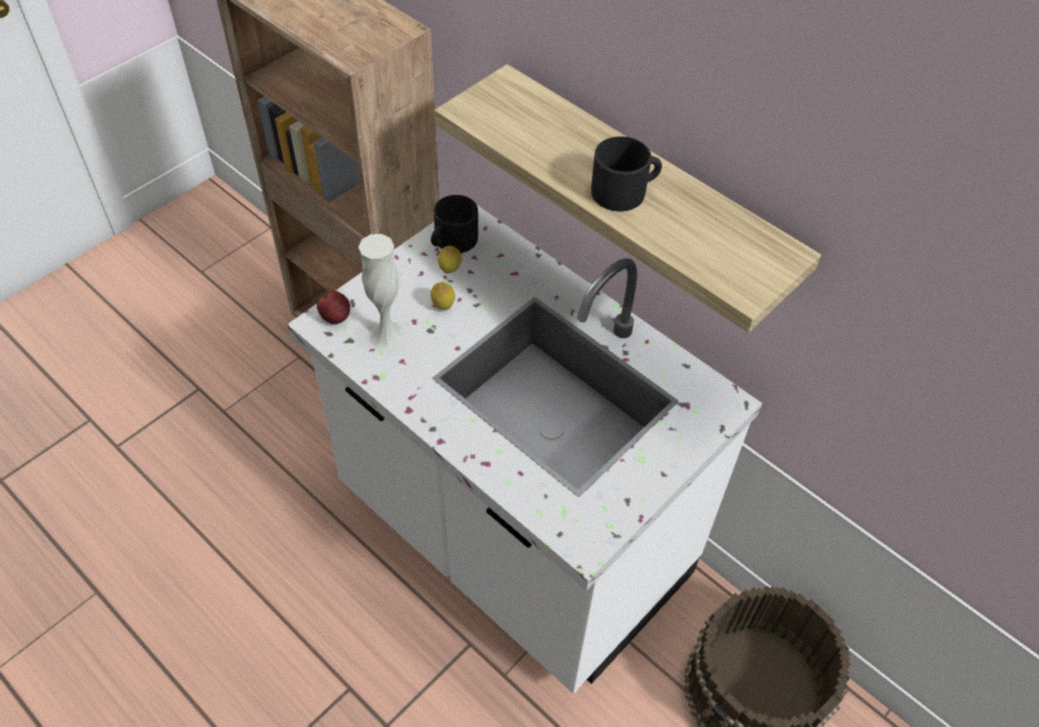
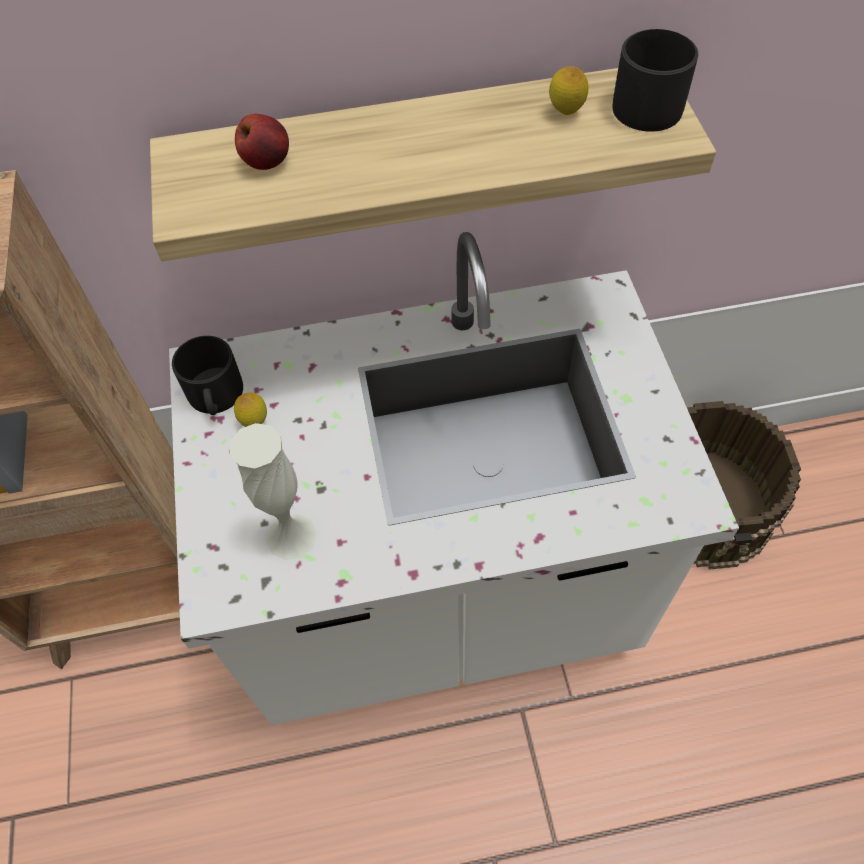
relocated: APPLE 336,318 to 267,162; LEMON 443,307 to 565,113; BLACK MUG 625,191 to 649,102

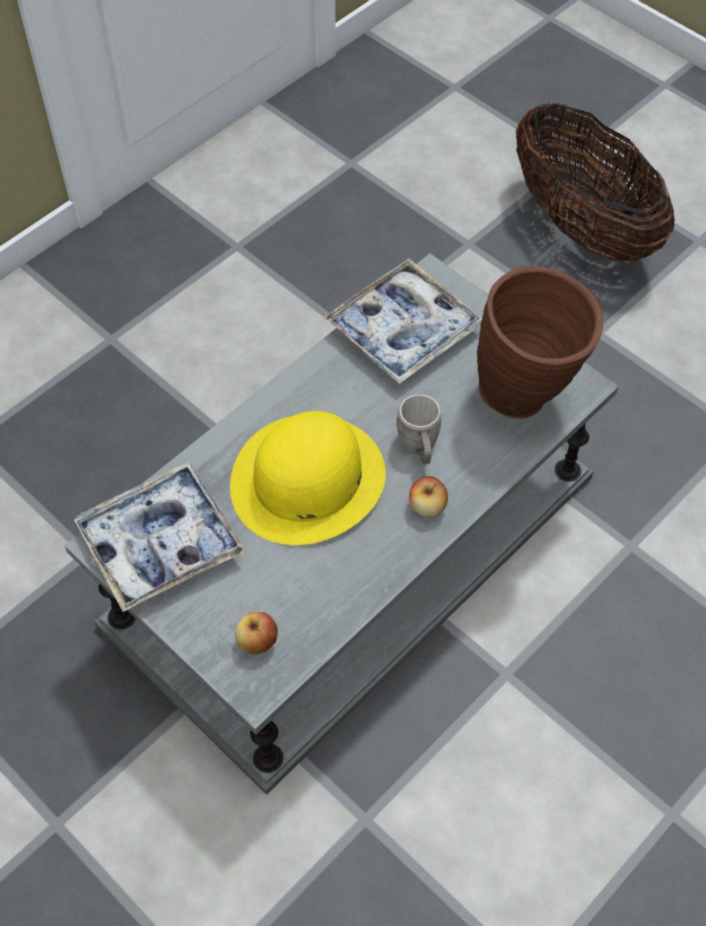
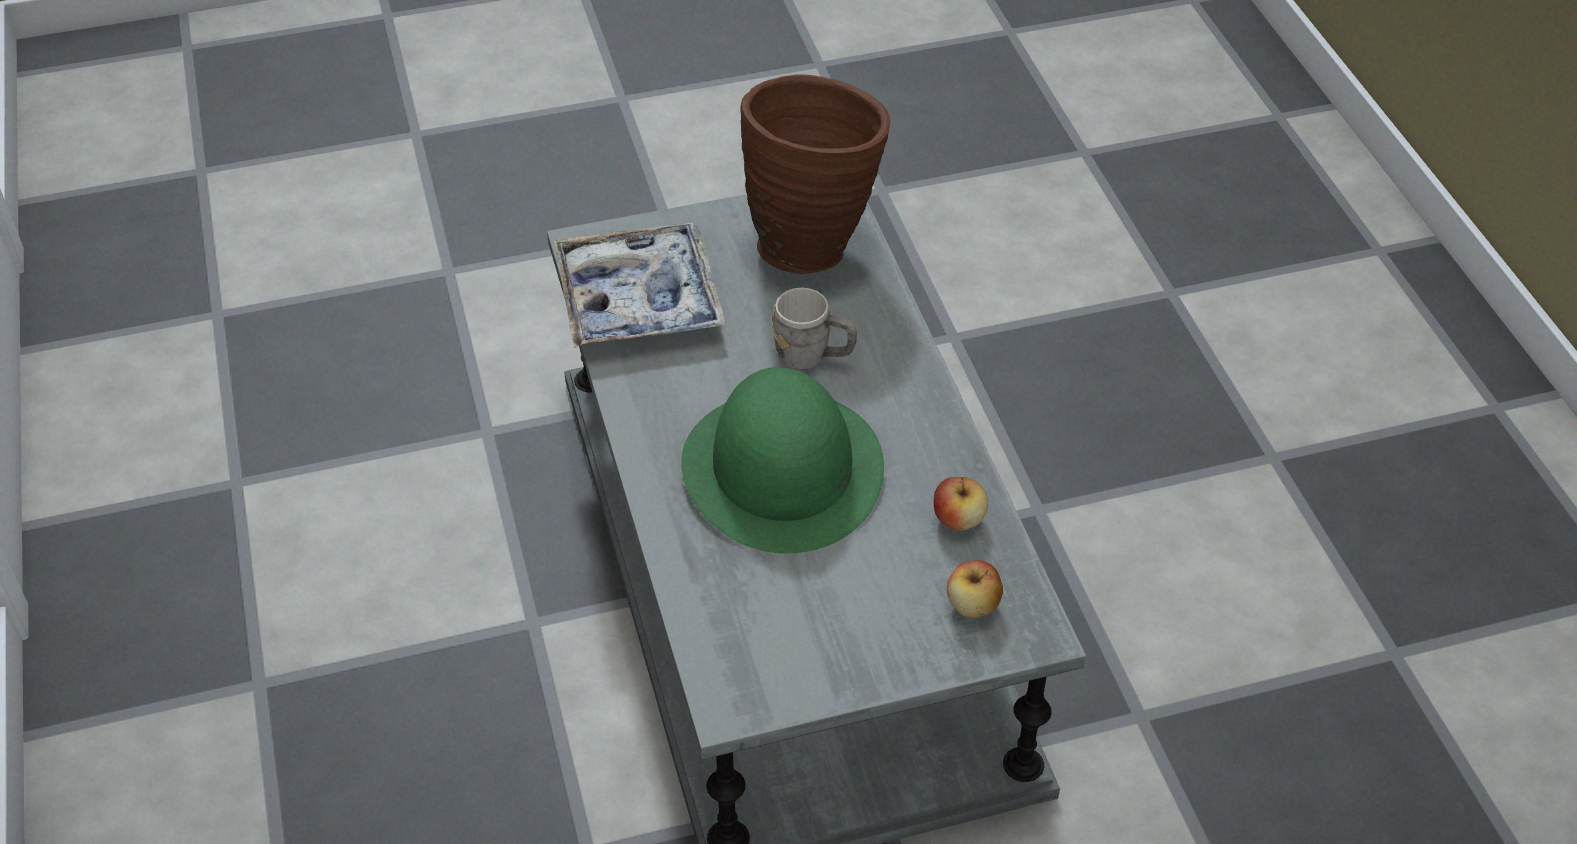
missing: TRAY 160,543; BASKET 582,226
relocated: APPLE 427,506 to 958,519
colour: YELLOW HAT 307,480 to GREEN HAT 783,469

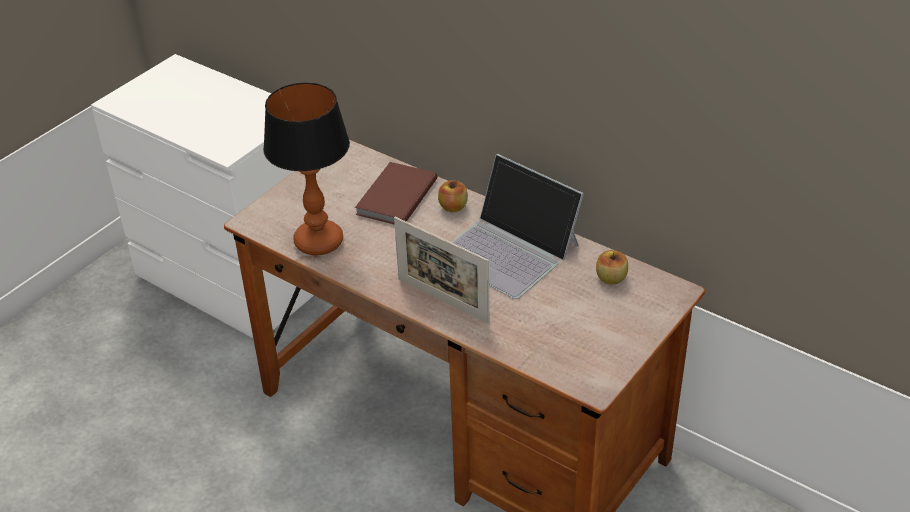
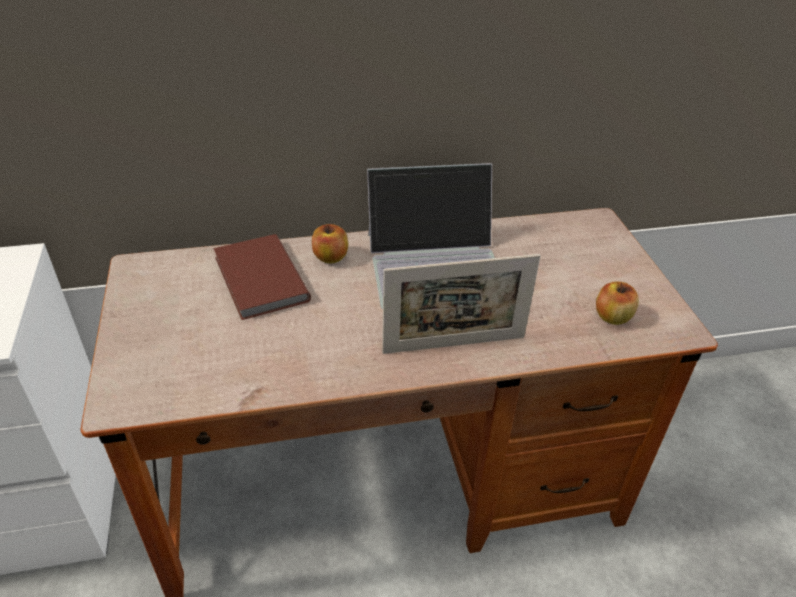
missing: TABLE LAMP 317,242
relocated: APPLE 611,278 to 612,317

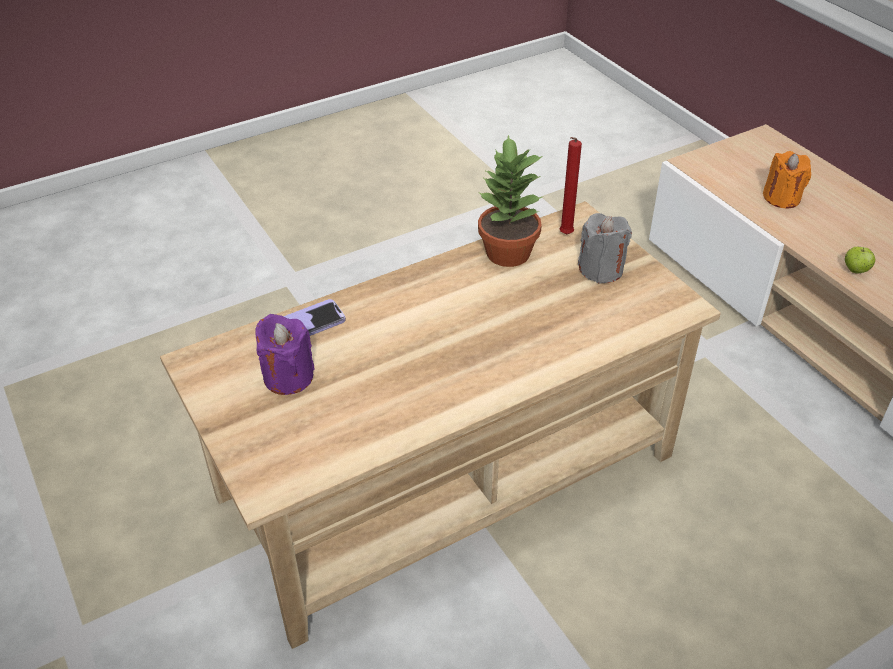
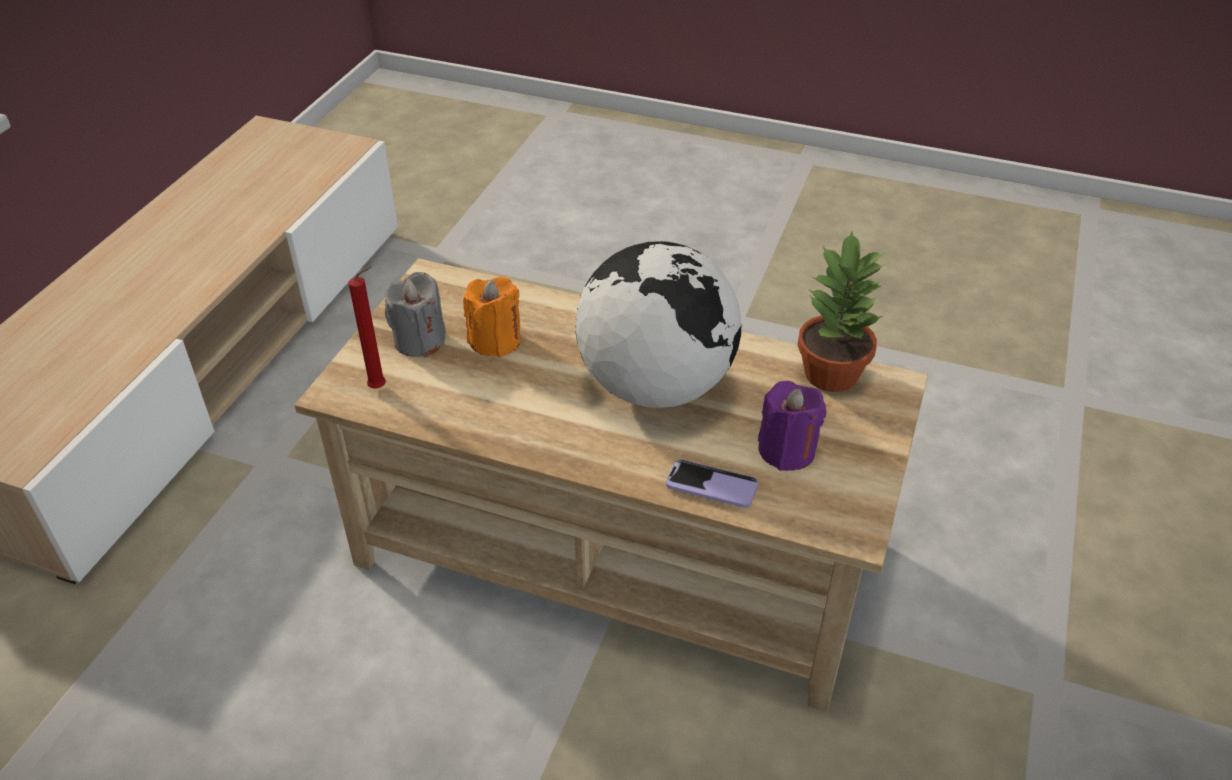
missing: APPLE 855,270
appeared: GLOBE 655,386
relocated: ORANGE CANDLE 781,198 to 495,341; POTTED PLANT 507,254 to 832,373

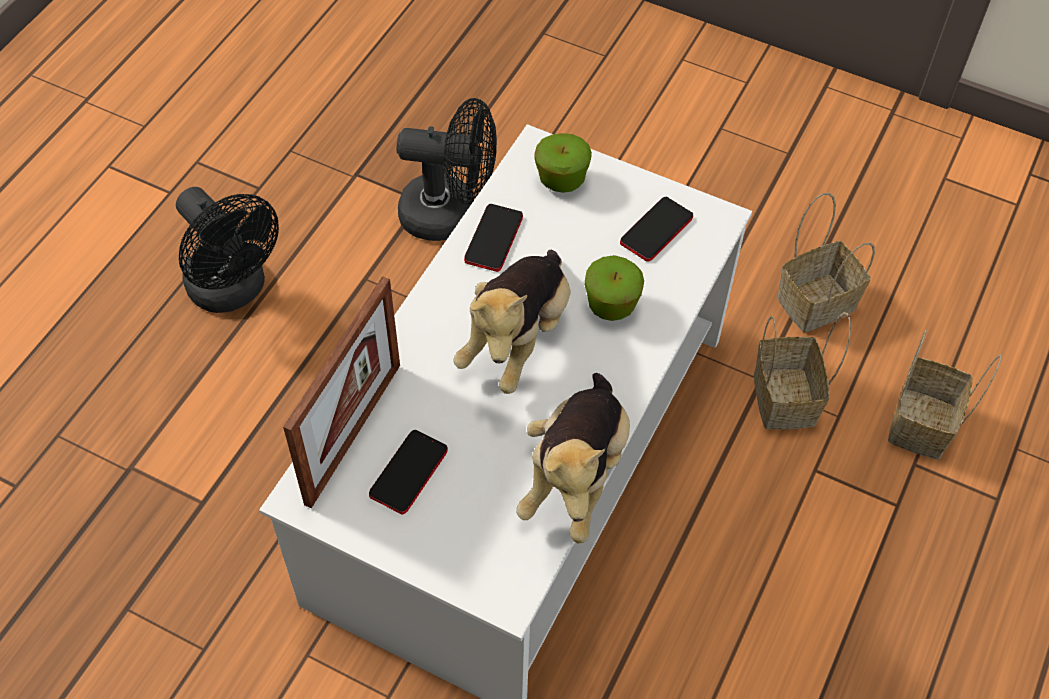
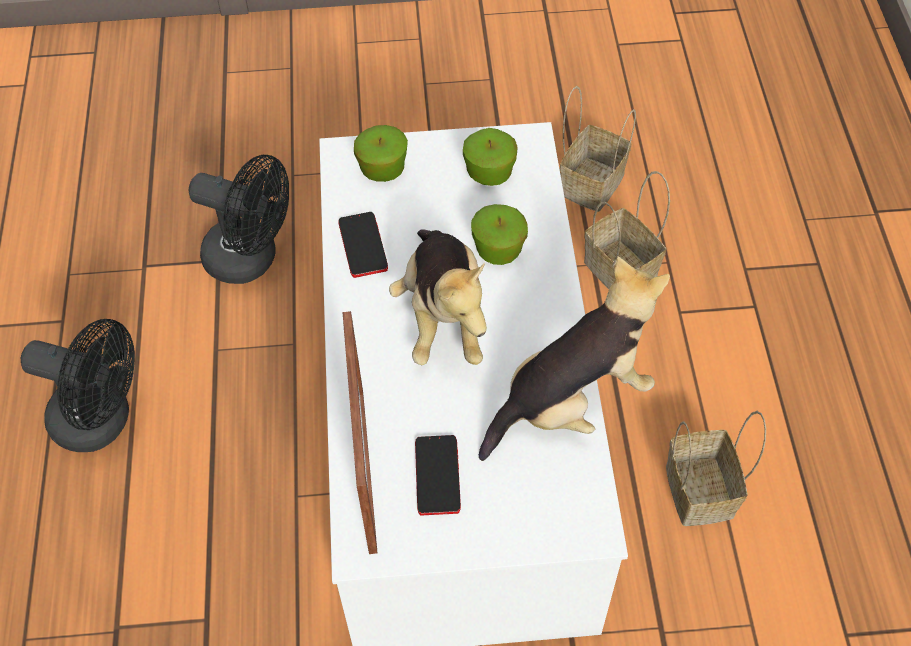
relocated: BASKET 922,426 to 701,493
exchanged: PHONE 656,230 to APPLE 489,173
spun: BLACK FAN 450,214 = 251,259 45 degrees clockwise; PLUSH TOY 576,475 = 572,401 105 degrees counterclockwise

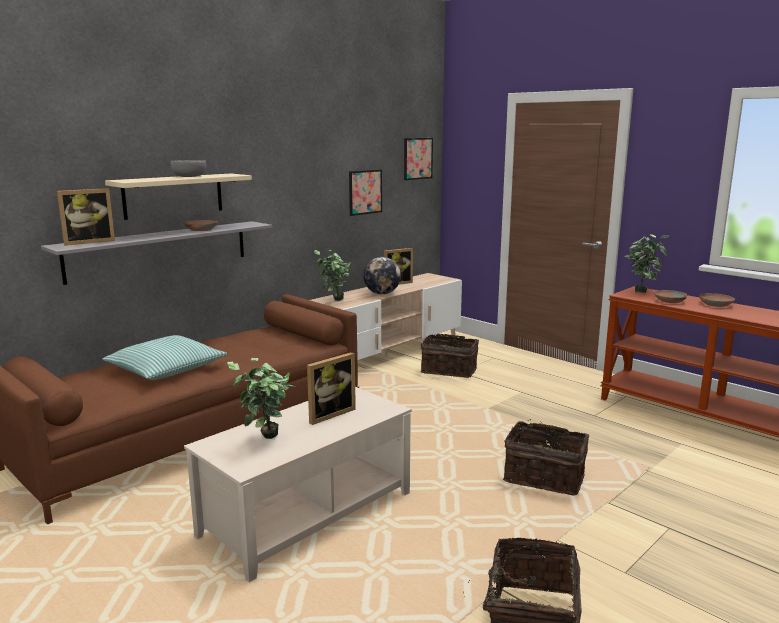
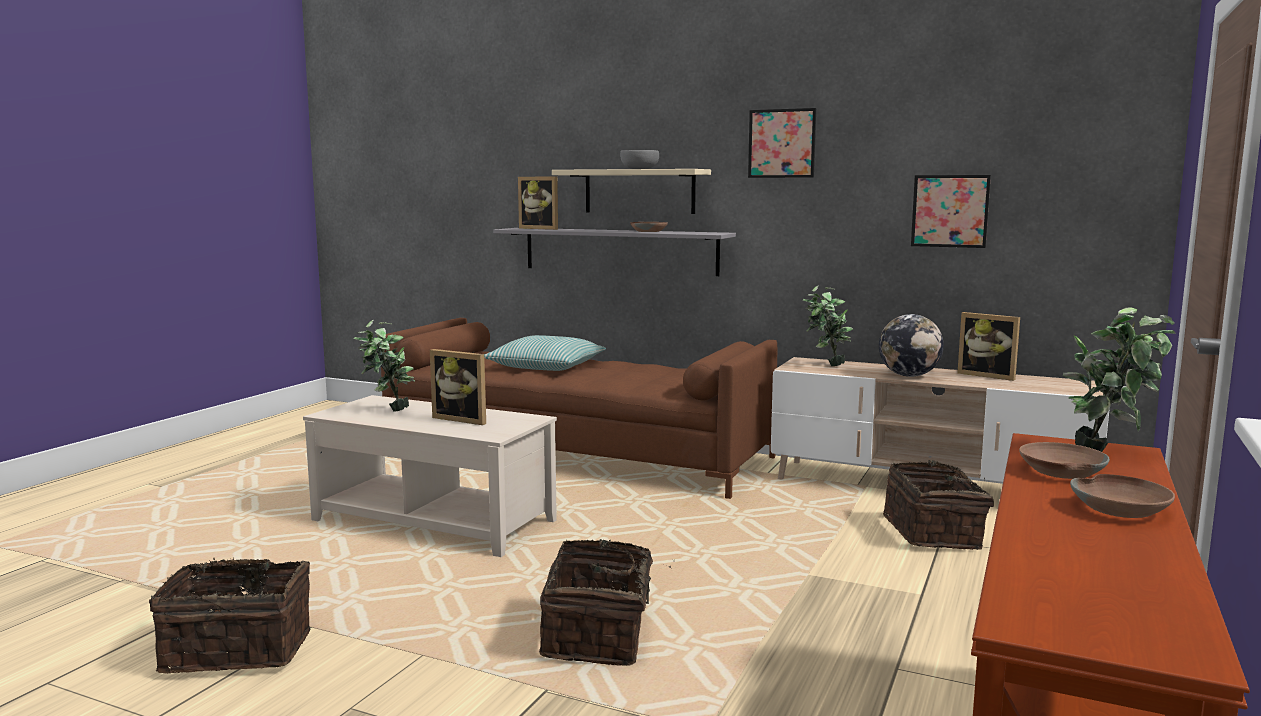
relocated: PICTURE 418,158 to 782,143

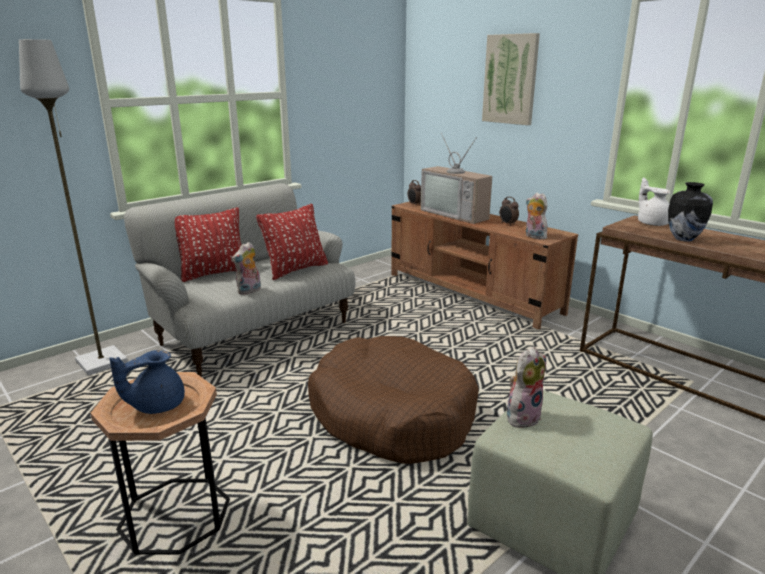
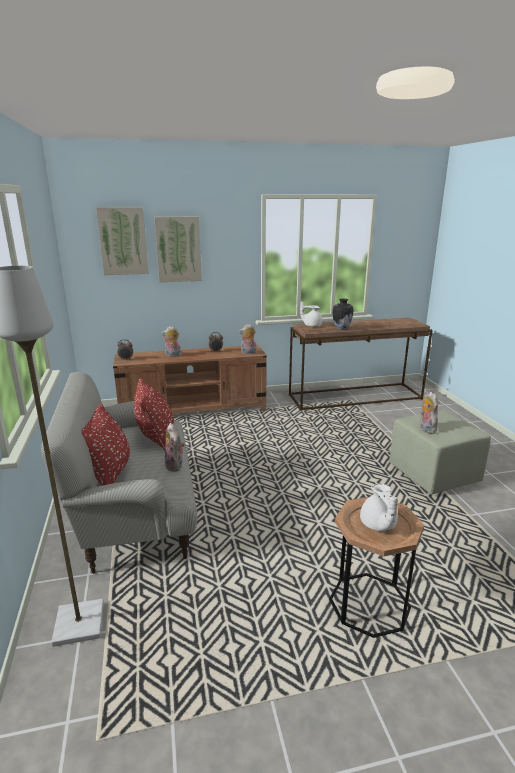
missing: BROWN DOG BED 392,415
appeared: PICTURE 123,241
exchanged: TELEVISION 457,214 to PLUSH TOY 172,356
colour: BLUE TEAPOT 156,405 to WHITE TEAPOT 378,525

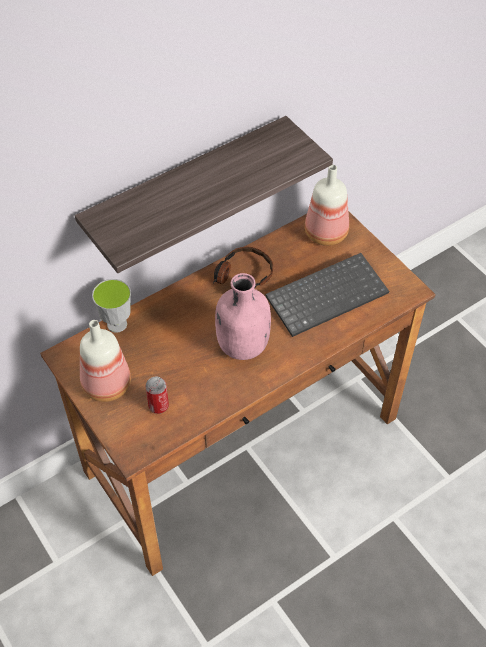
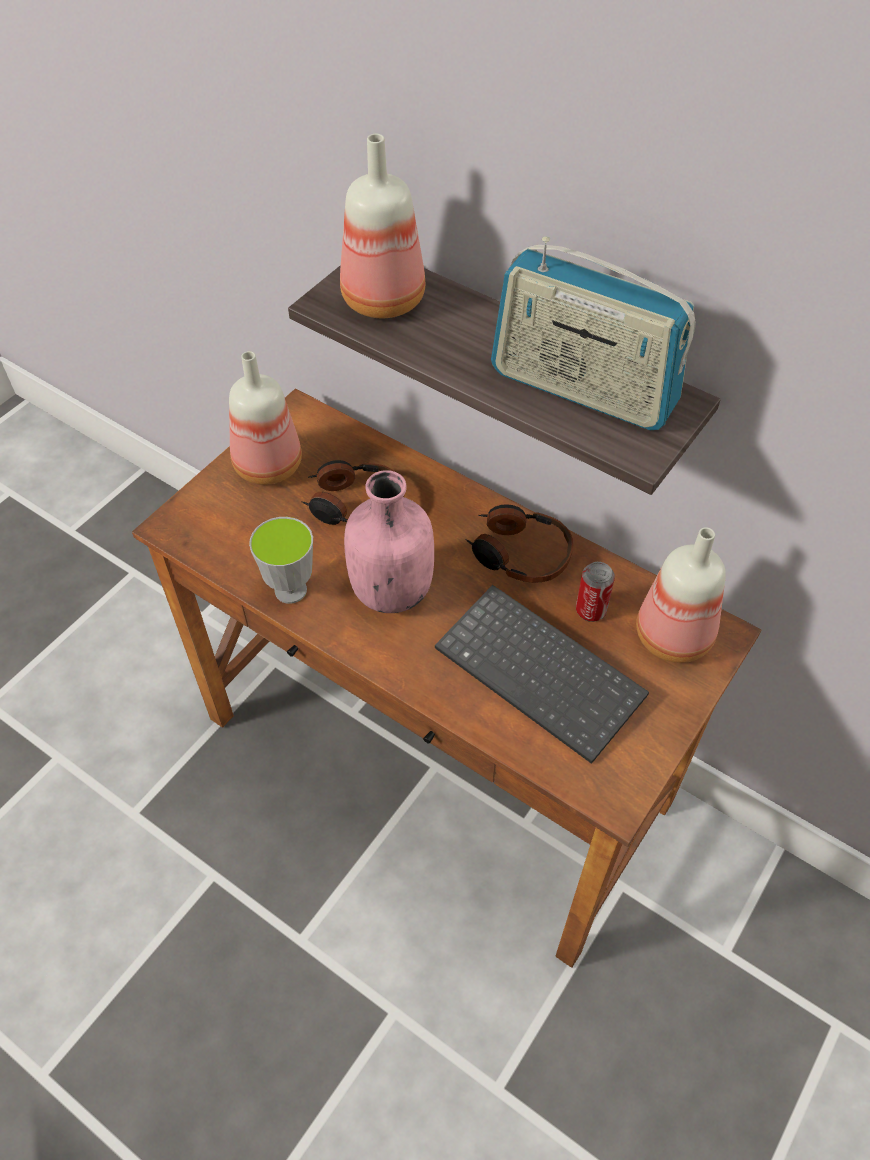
appeared: HEADPHONES 355,504; BOTTLE 381,298; RADIO 582,389
relocated: CUP 117,324 to 290,590; CAN 158,406 to 590,610

